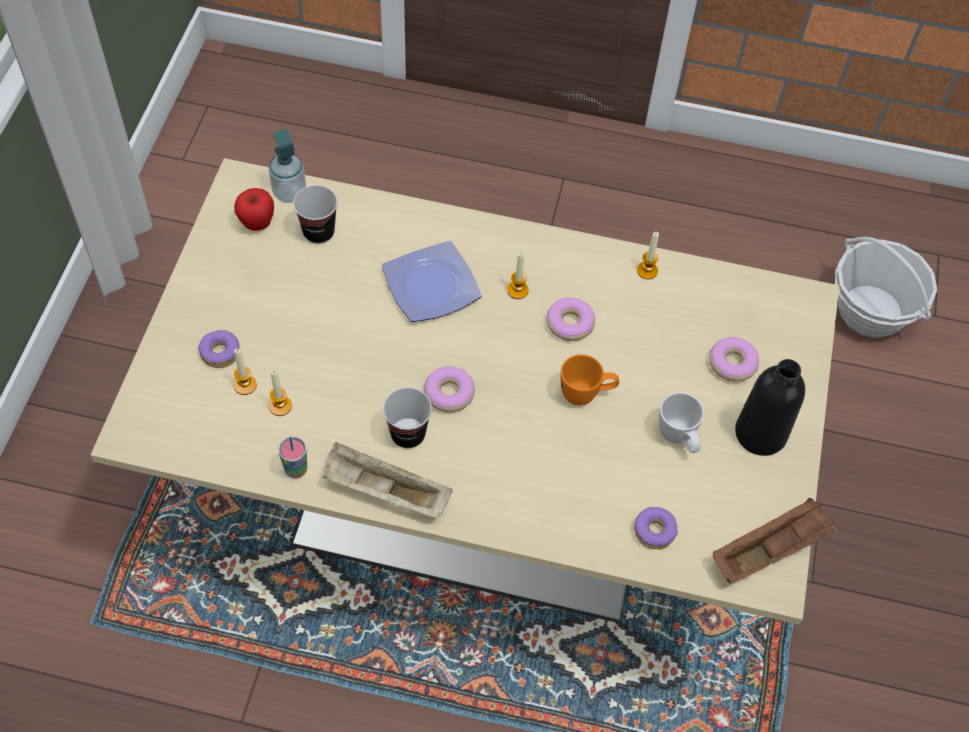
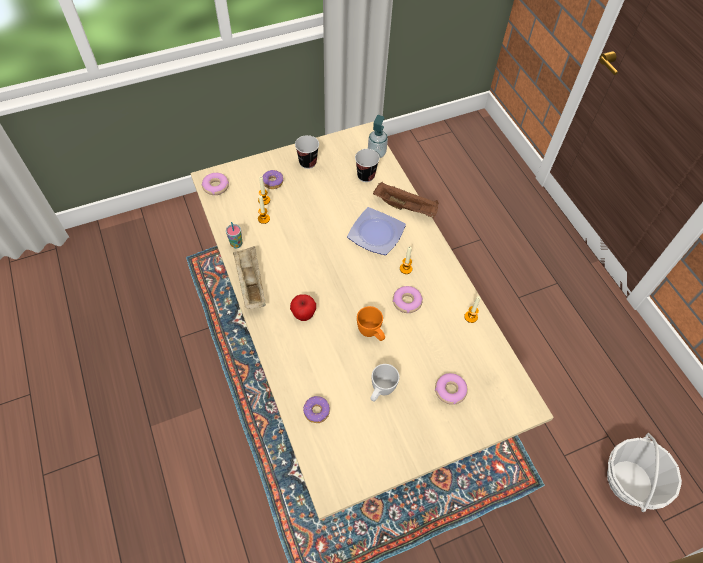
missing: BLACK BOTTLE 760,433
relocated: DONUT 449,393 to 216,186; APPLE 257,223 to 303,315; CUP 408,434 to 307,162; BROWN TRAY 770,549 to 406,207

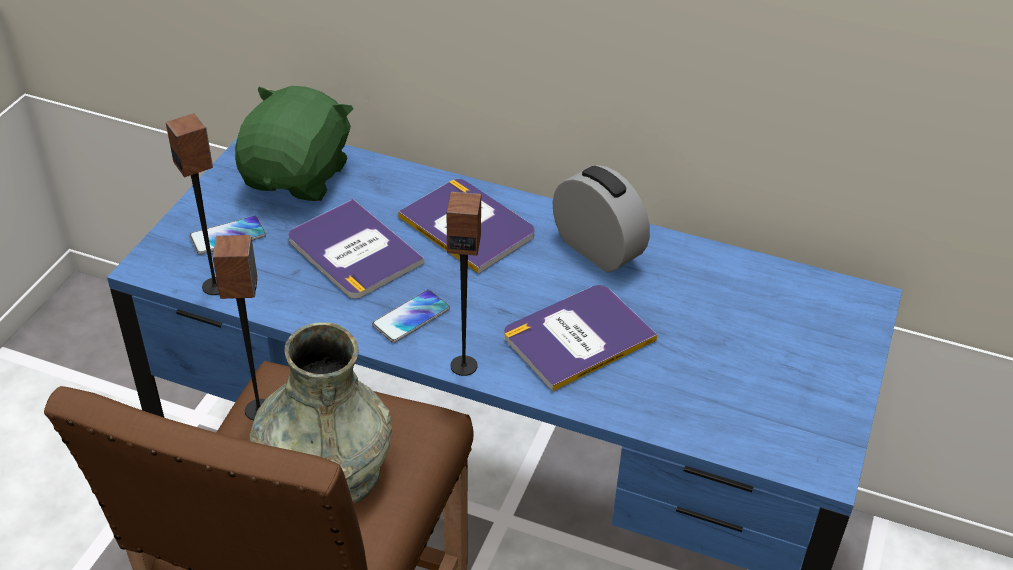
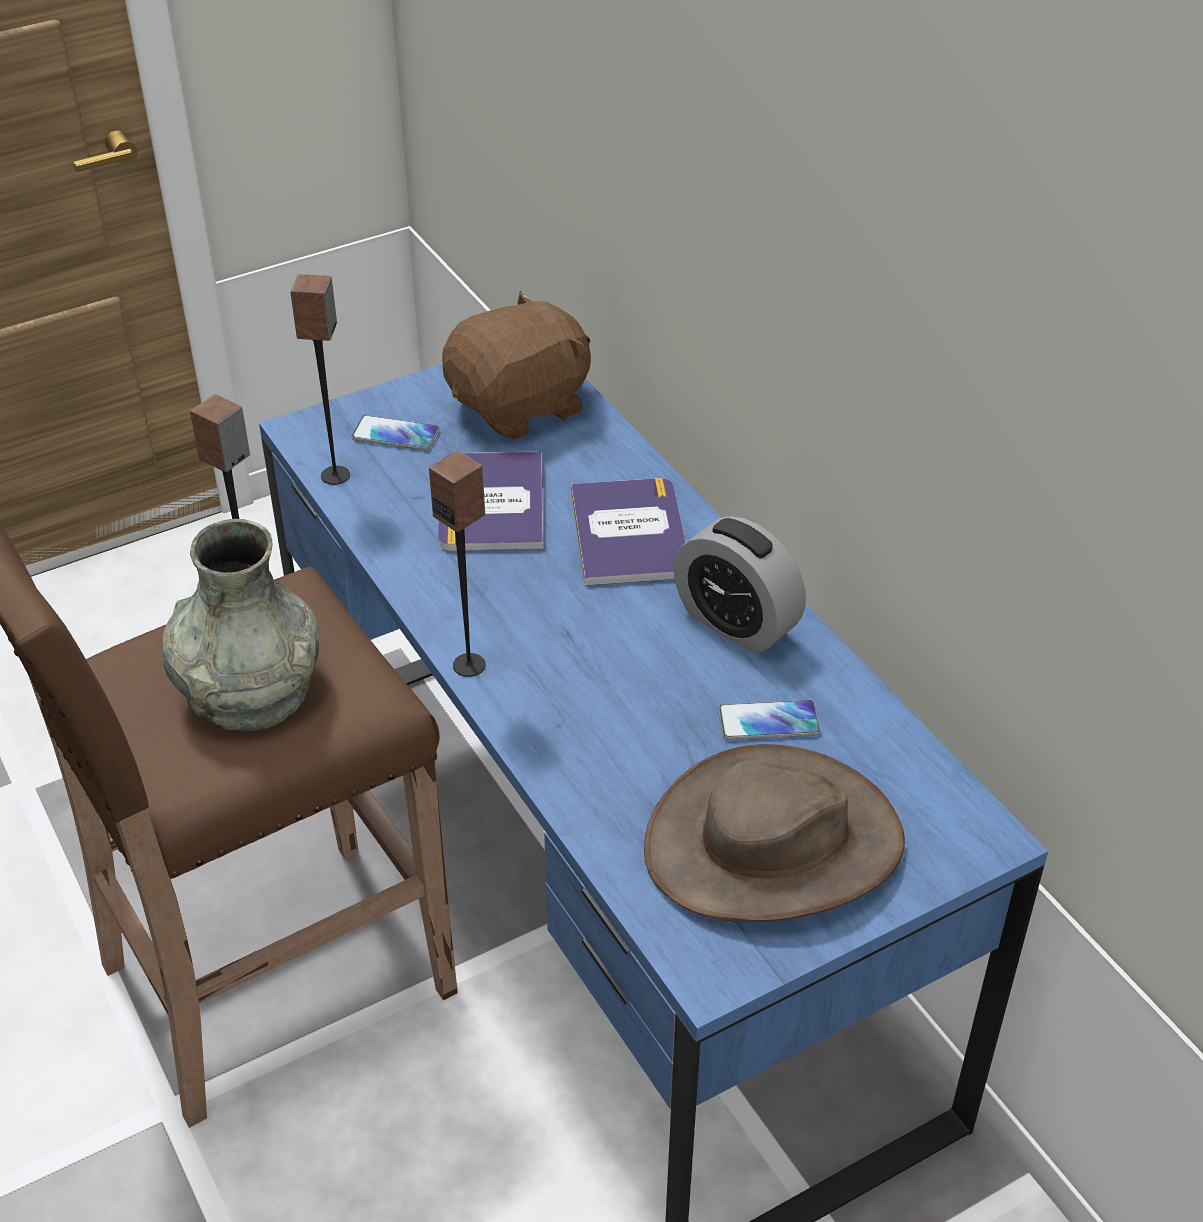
missing: BOOK 578,337
appeared: BROWN HAT 774,845
relocated: PHONE 411,317 to 768,722
colour: GREEN PLUSH TOY 298,176 to BROWN PLUSH TOY 521,407
spun: ALARM CLOCK 597,249 = 736,623 135 degrees clockwise

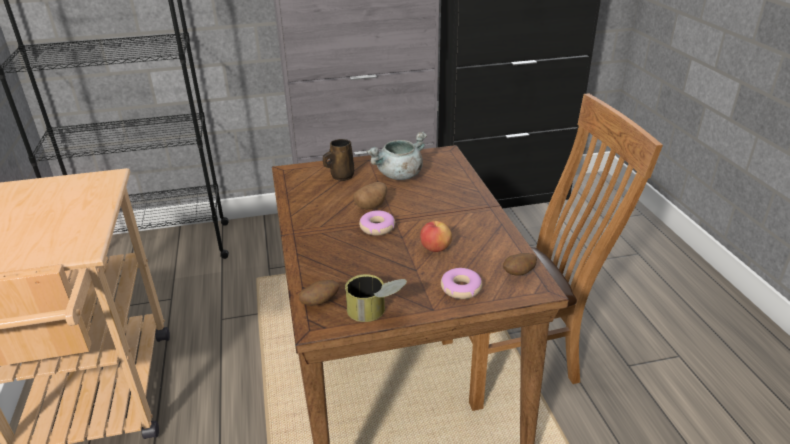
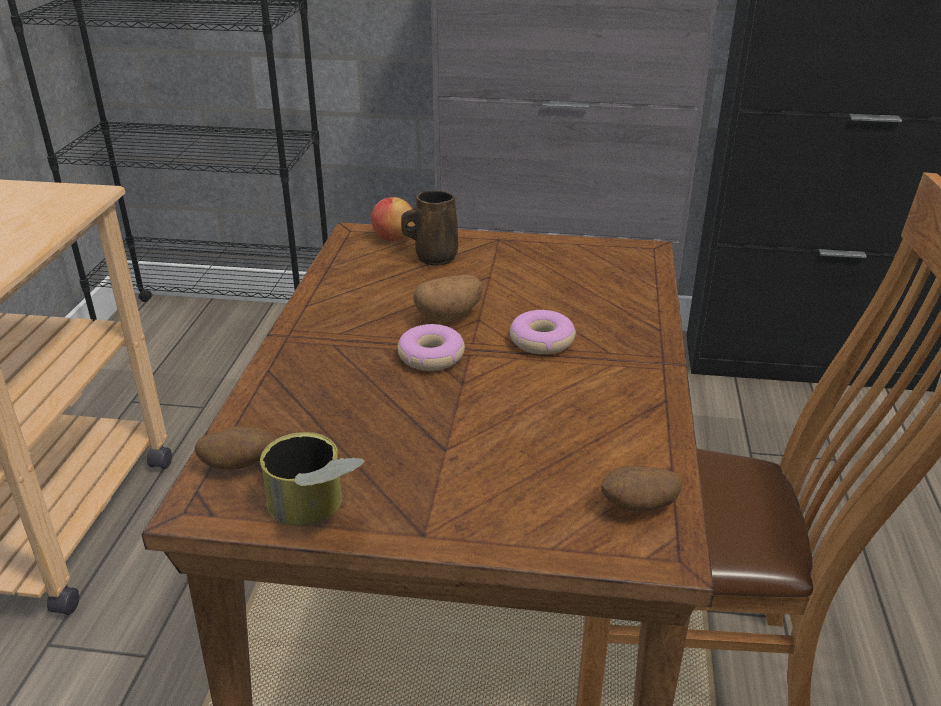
missing: GREY COOKING POT 399,175
relocated: APPLE 435,248 to 393,238; DONUT 461,288 to 541,341

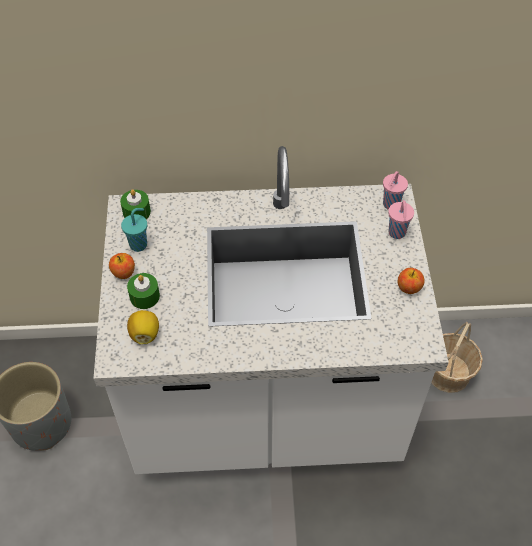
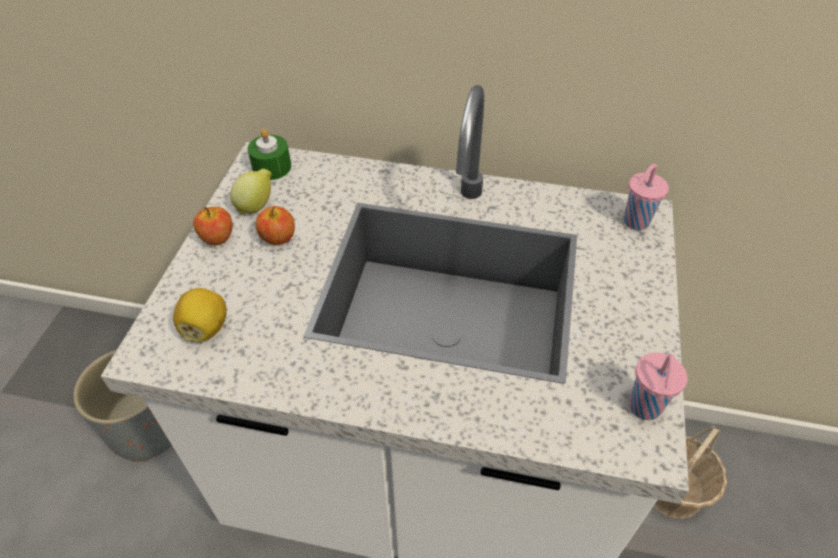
missing: GREEN CANDLE 144,296
relocated: APPLE 409,288 to 278,238; PINK CUP 397,233 to 644,408
exchanged: TURQUOISE CUP 139,244 to LEMON 256,206

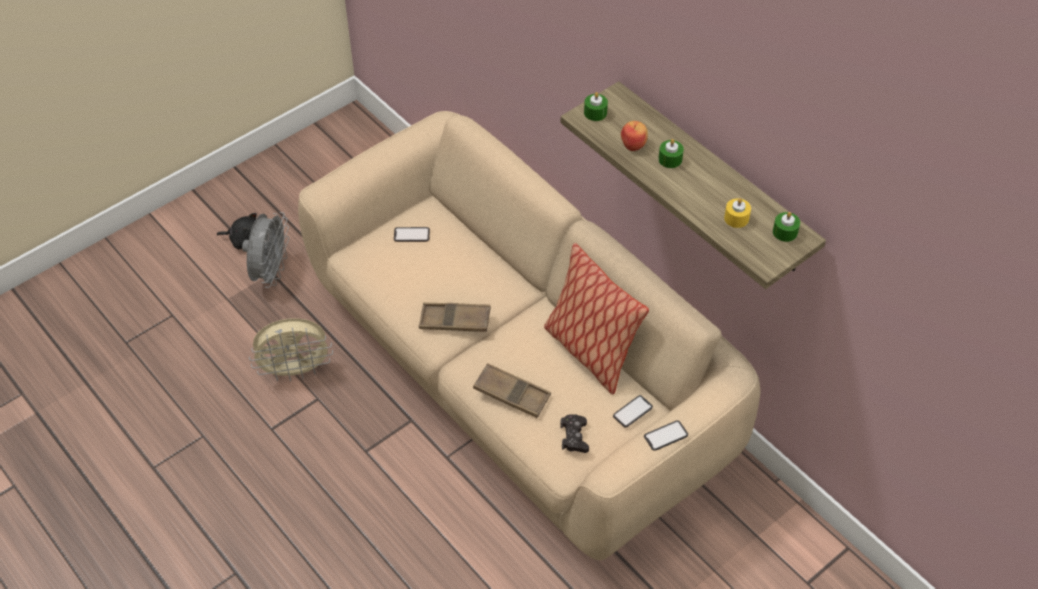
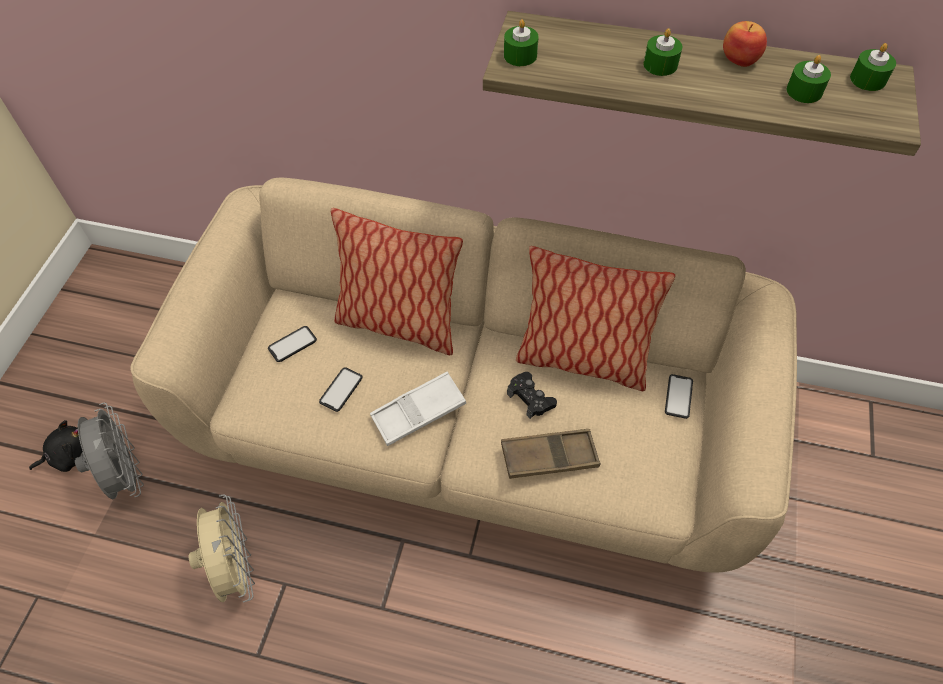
appeared: PILLOW 398,323
relocated: PHONE 665,436 to 341,389; BLACK GAME CONTROLLER 574,437 to 530,398; APPLE 634,144 to 739,58
colour: BROWN TRAY 455,321 to WHITE TRAY 418,412; YELLOW CANDLE 736,218 to GREEN CANDLE 804,91
spun: BEIGE FAN 296,370 = 236,567 60 degrees counterclockwise

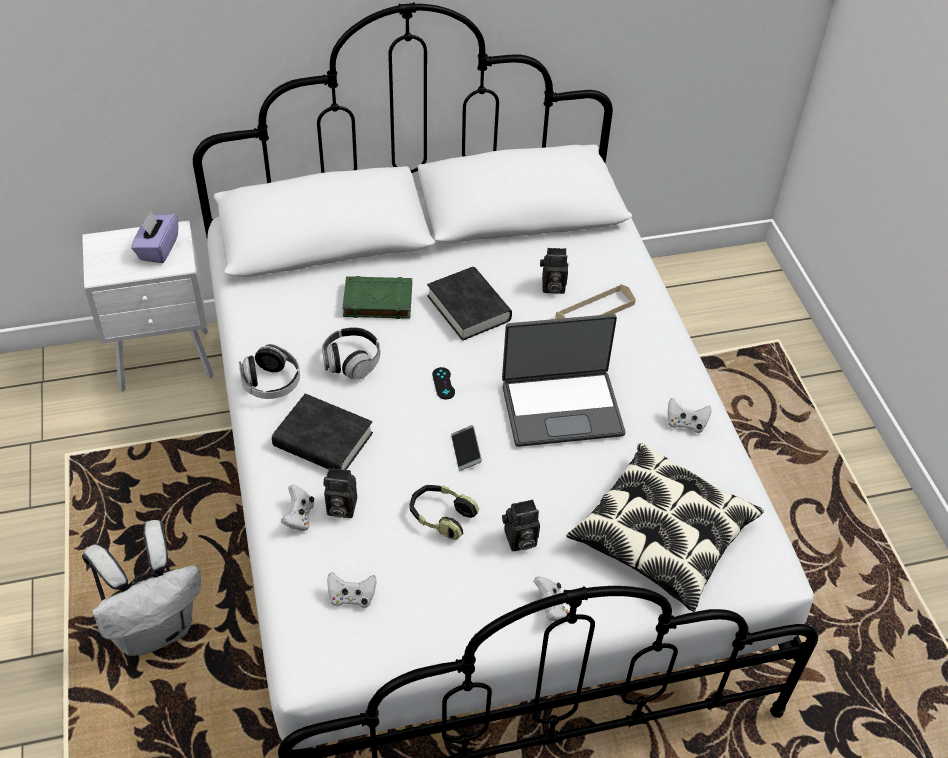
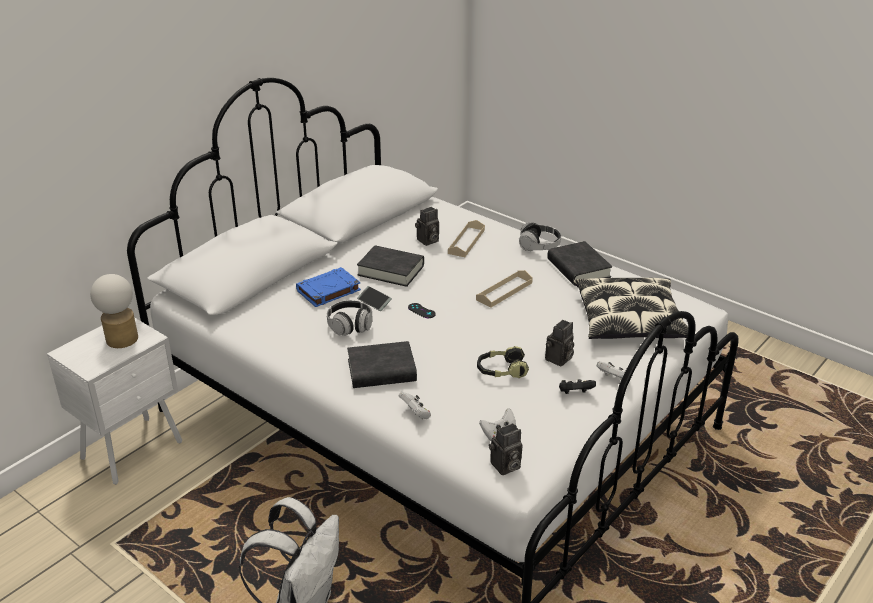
appeared: BLACK GAME CONTROLLER 575,393
relocated: PHONE 466,451 to 374,302; PHOTO CAMERA 339,508 to 505,467; HEADPHONES 271,383 to 539,246
exchanged: PURPLE TISSUE BOX 158,249 to TABLE LAMP 121,336; LAPTOP 561,407 to BEIGE TRAY 504,291; WHITE GAME CONTROLLER 686,423 to BLACK BOOK 578,268
colour: GREEN BOOK 377,301 to BLUE BOOK 328,291

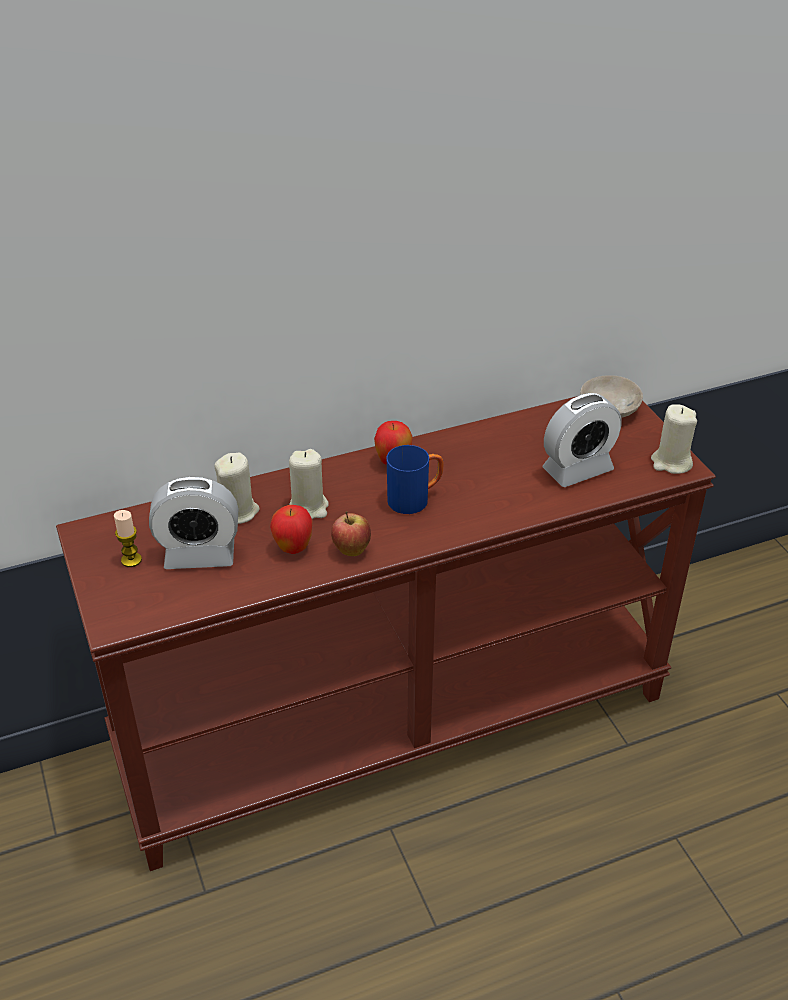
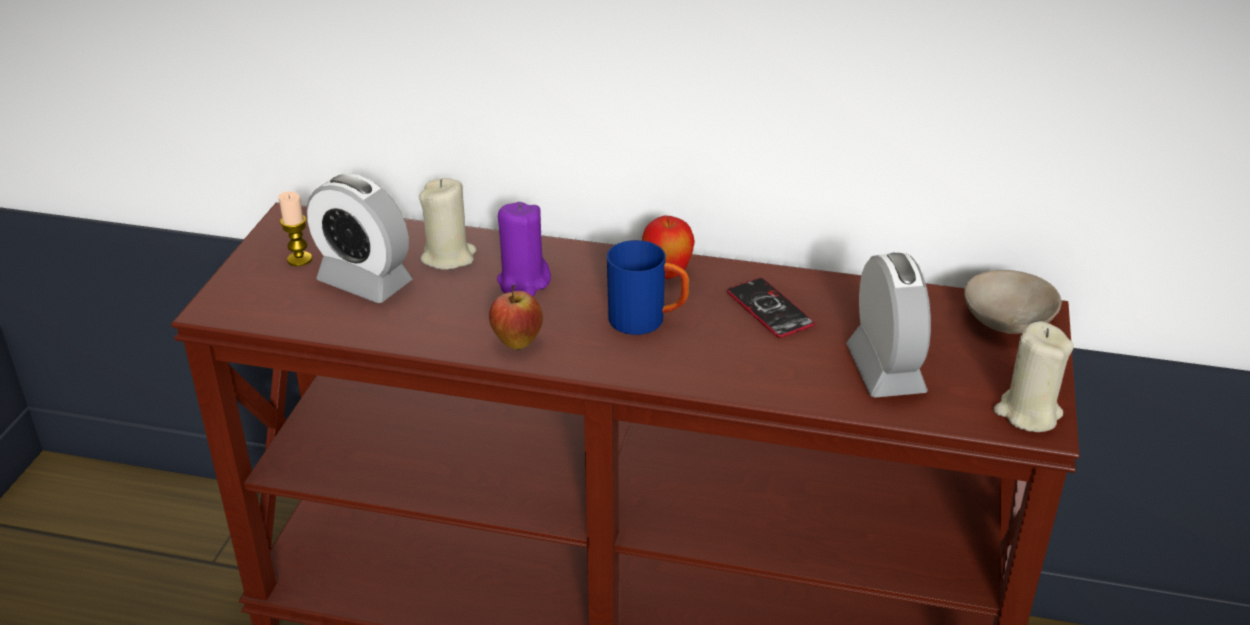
missing: APPLE 293,548
appeared: PHONE 769,309
colour: BEIGE CANDLE 309,507 to PURPLE CANDLE 524,282
spun: ALARM CLOCK 577,469 = 885,370 105 degrees counterclockwise

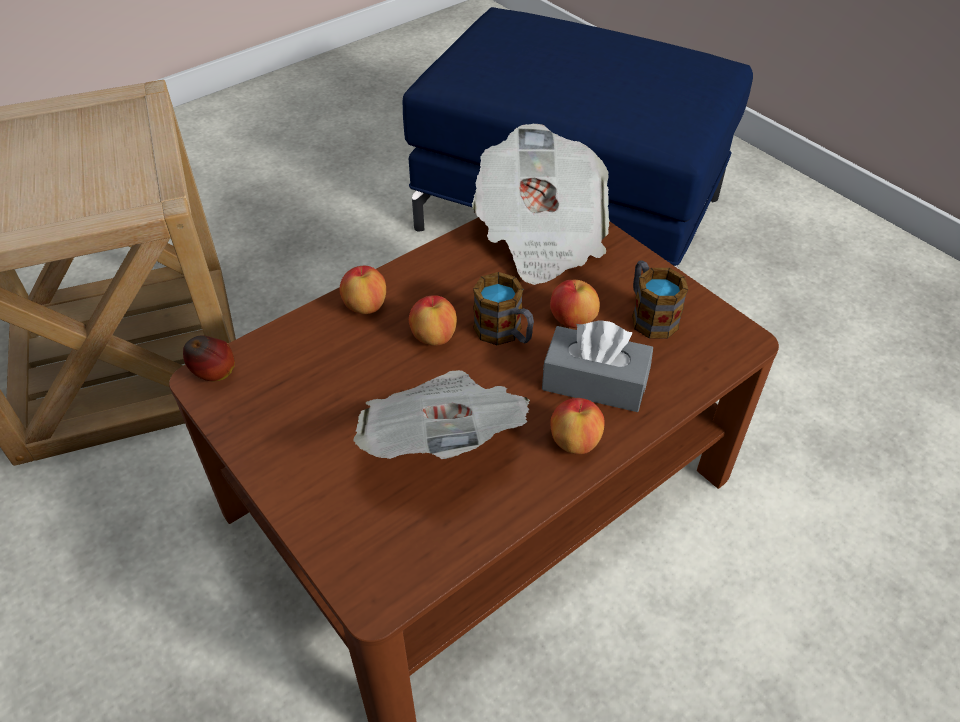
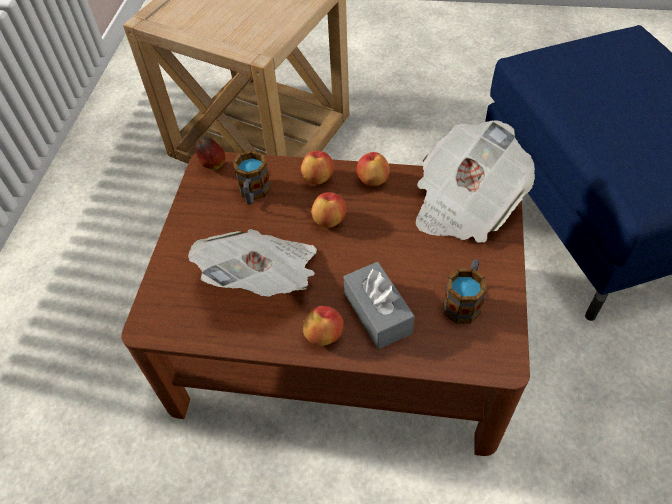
relocated: MUG 505,333 to 253,193; APPLE 572,320 to 372,180

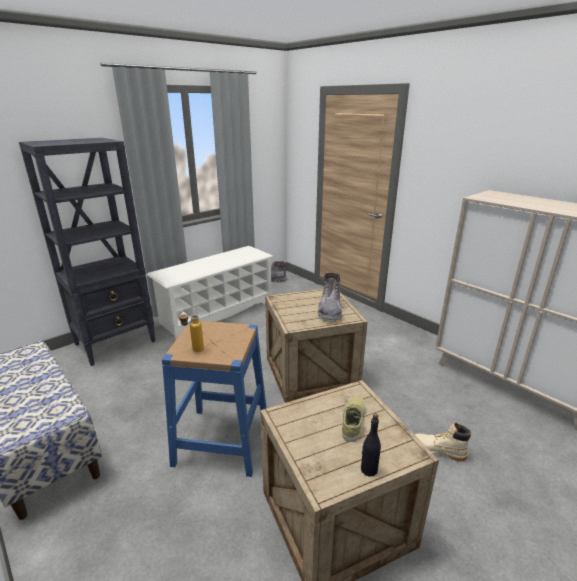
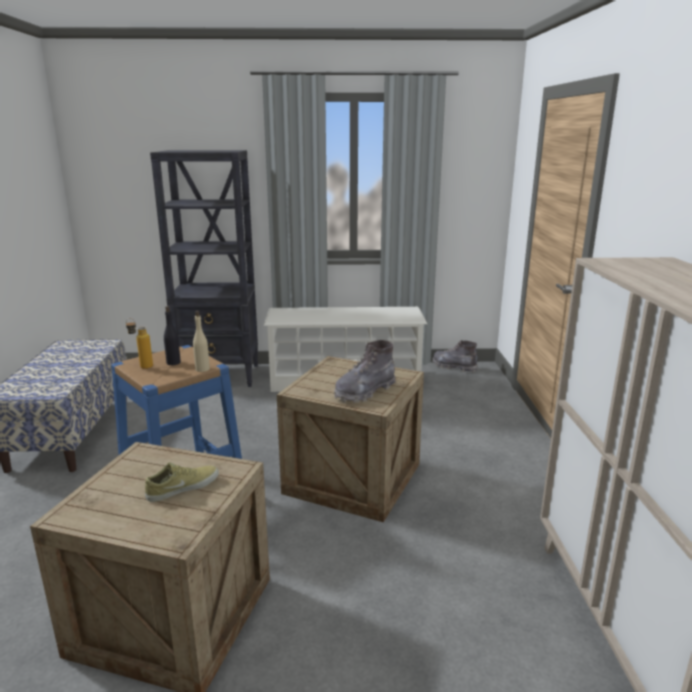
missing: BEIGE BOOT 437,450
appeared: BEIGE BOTTLE 202,369
relocated: BLACK BOTTLE 368,469 to 173,362

